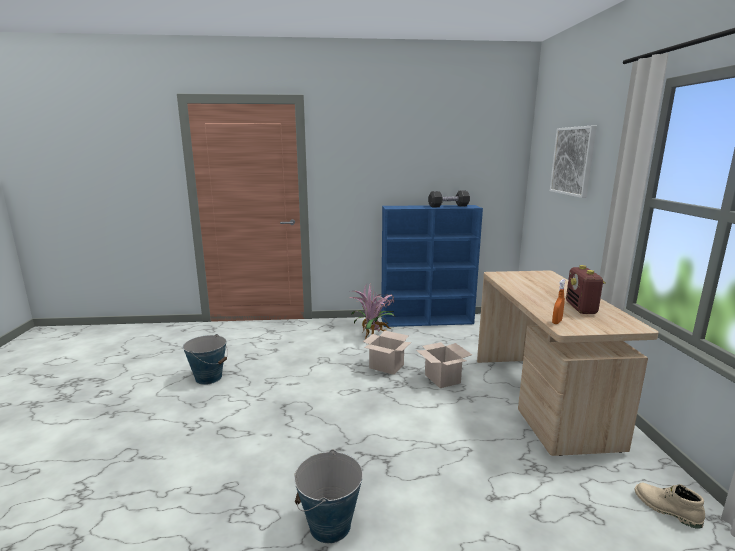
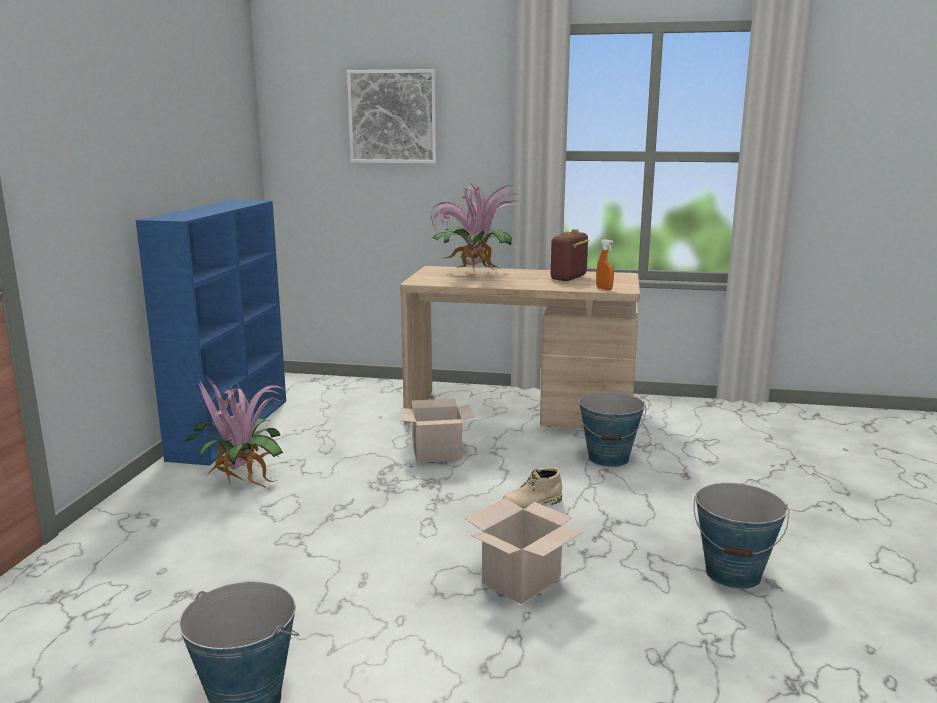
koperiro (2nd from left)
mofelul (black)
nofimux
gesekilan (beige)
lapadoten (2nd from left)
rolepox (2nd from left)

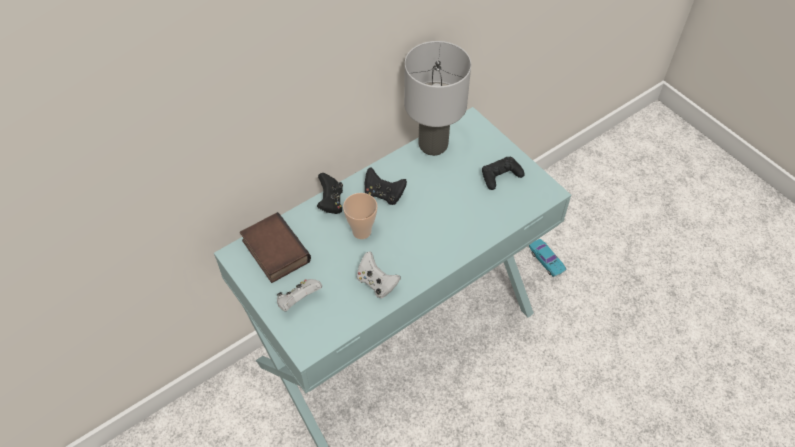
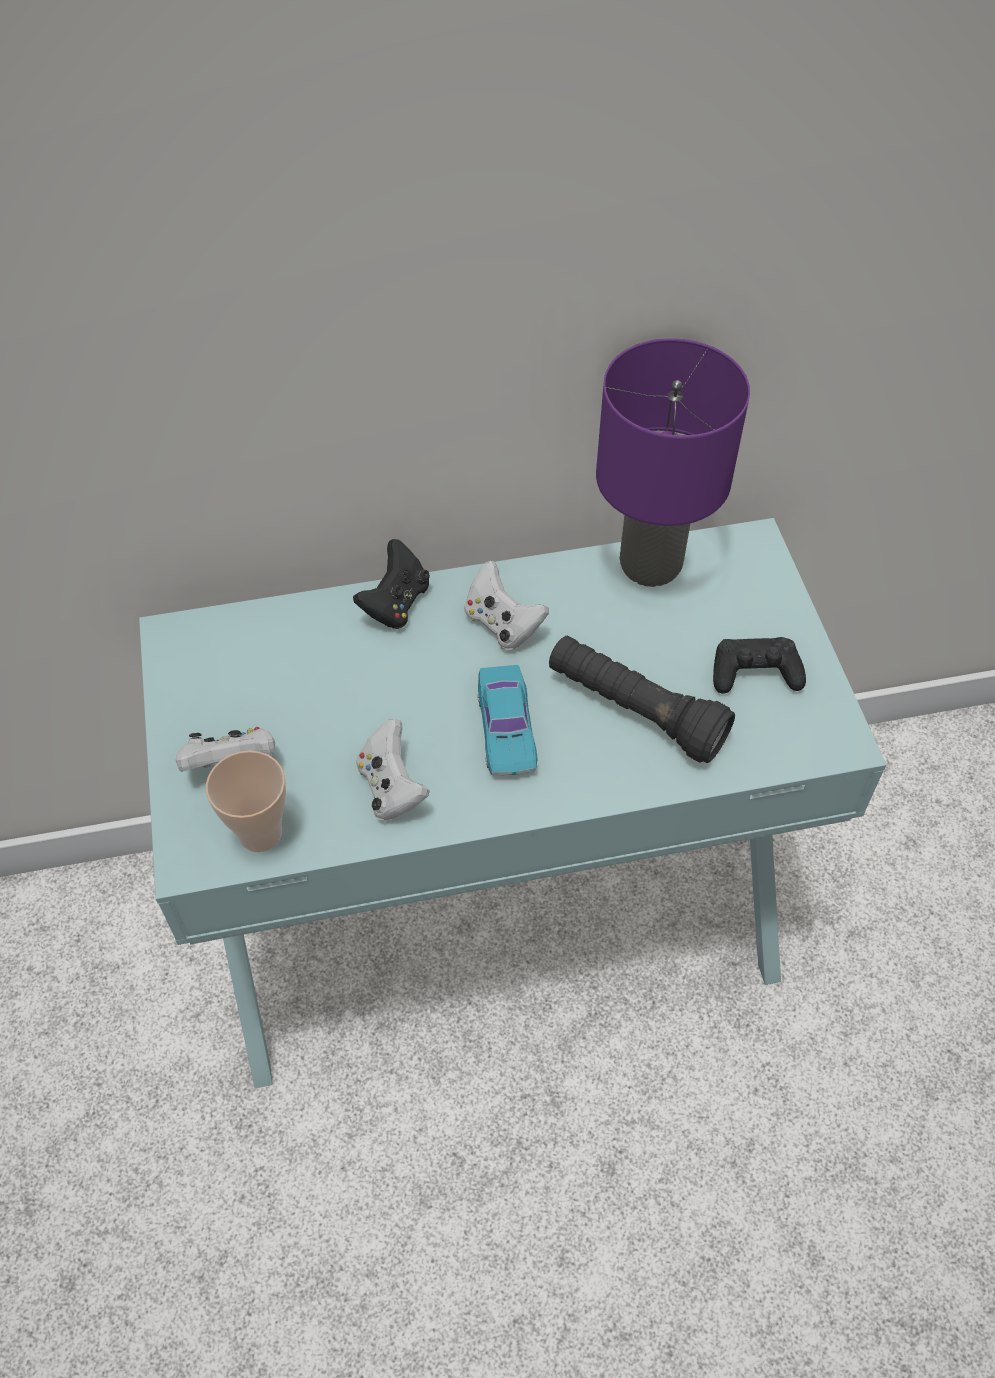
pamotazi
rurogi
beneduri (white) (3rd from left)
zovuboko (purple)
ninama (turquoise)
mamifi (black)

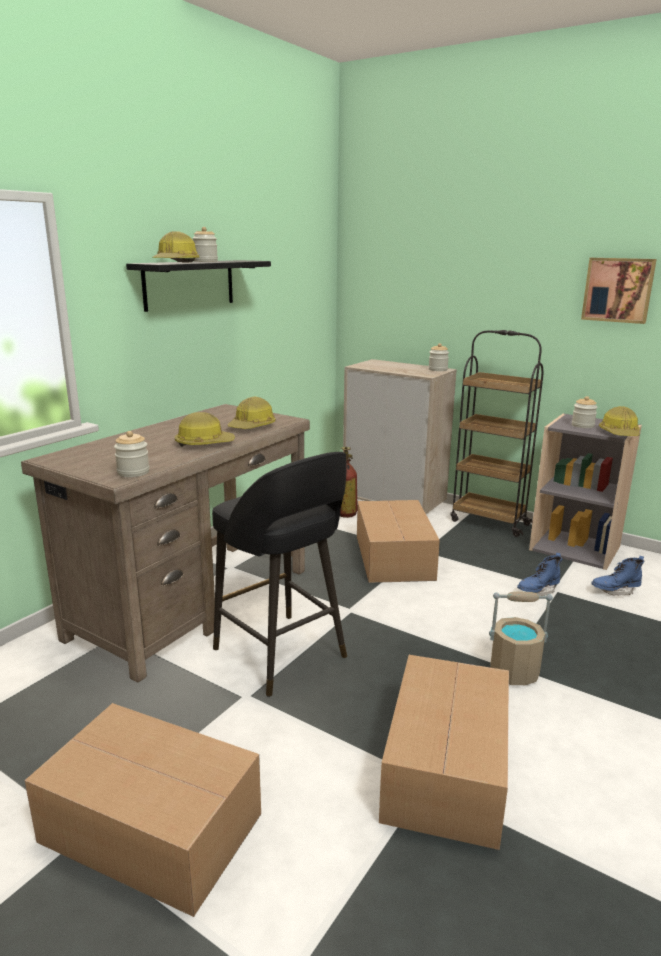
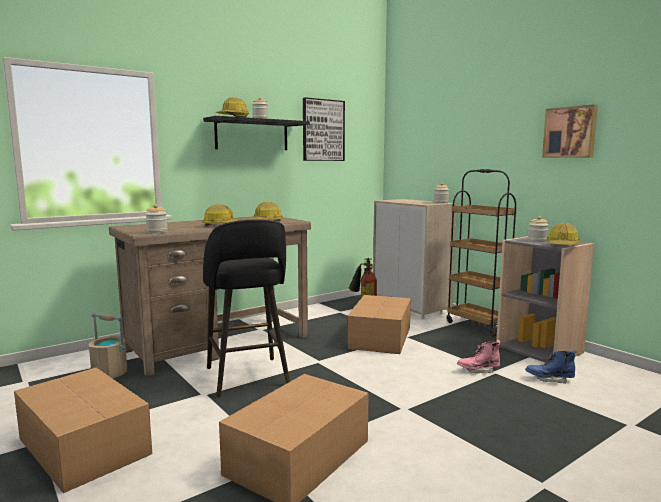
rolepox (beige)
gesekilan (pink)
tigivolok (1st from left)

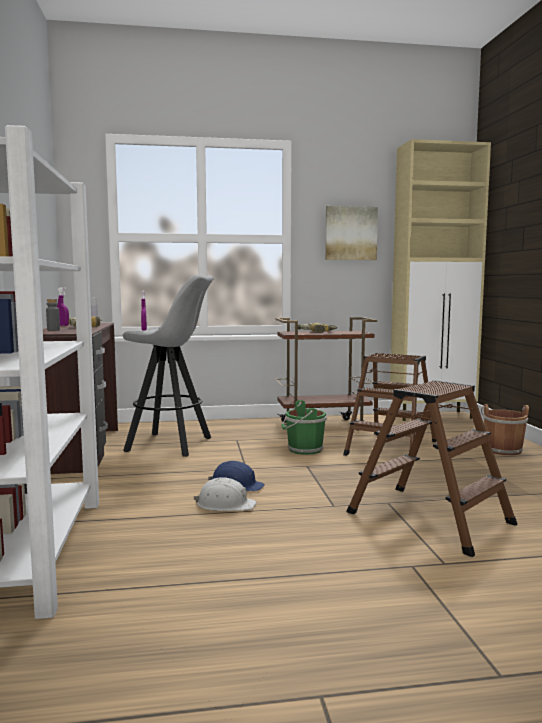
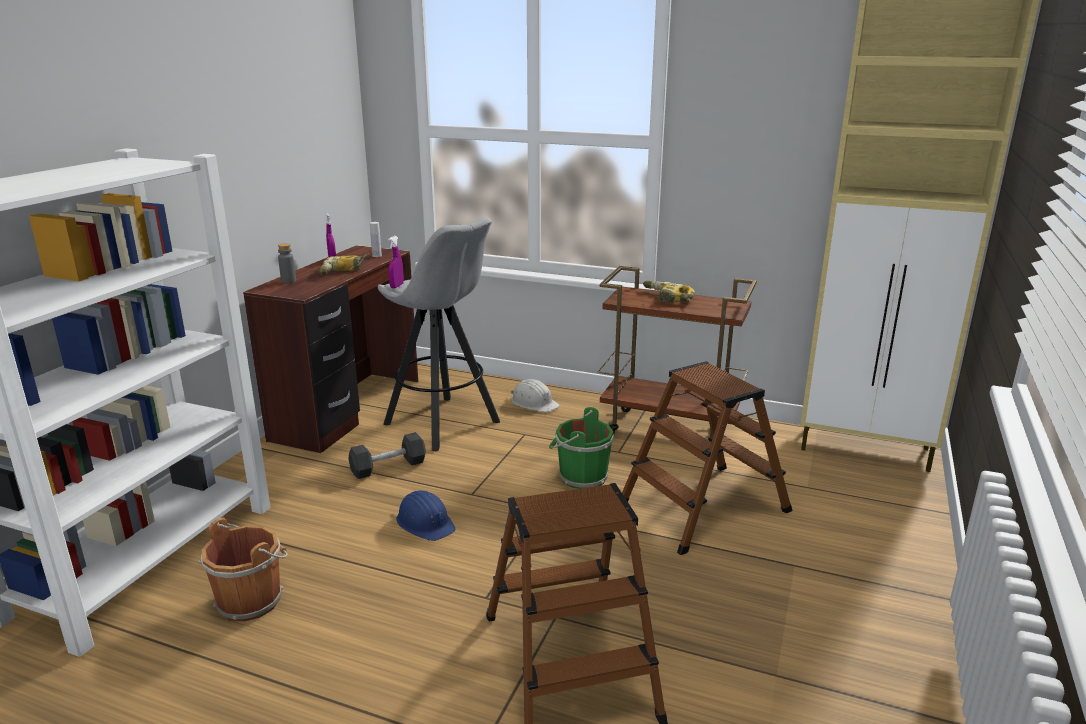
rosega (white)
tigivolok
rolepox (brown)
mofelul (black)

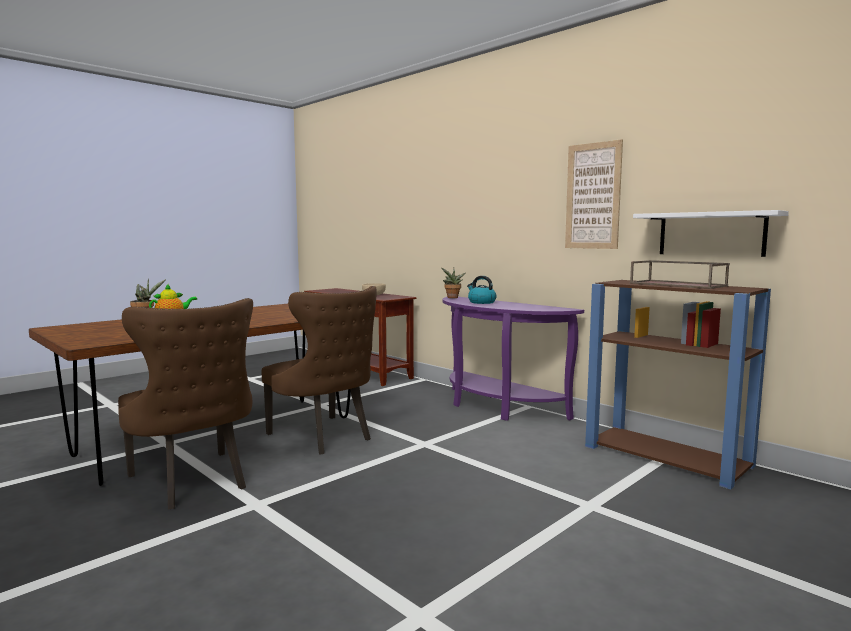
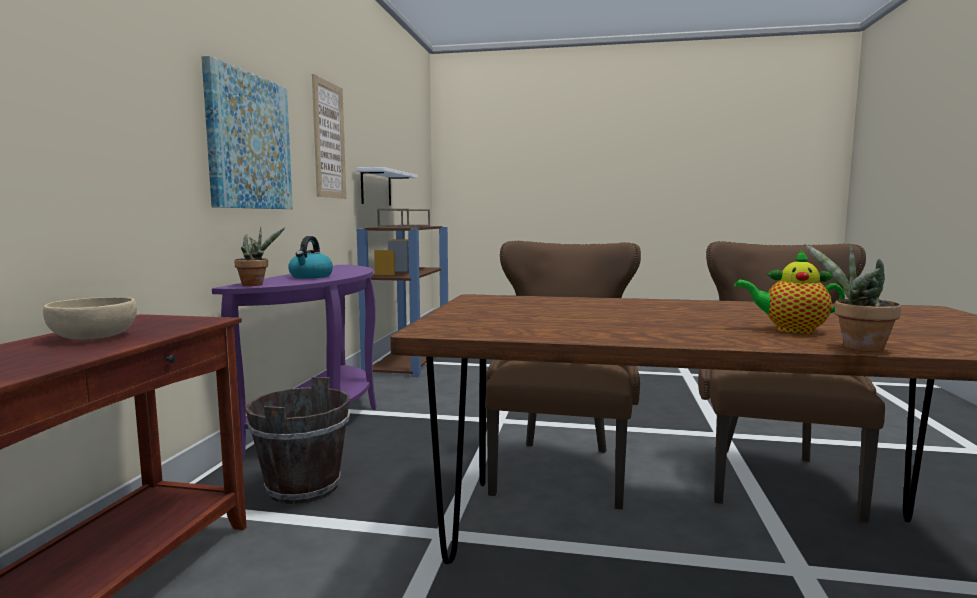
tigivolok (1st from left)
rolepox (brown)

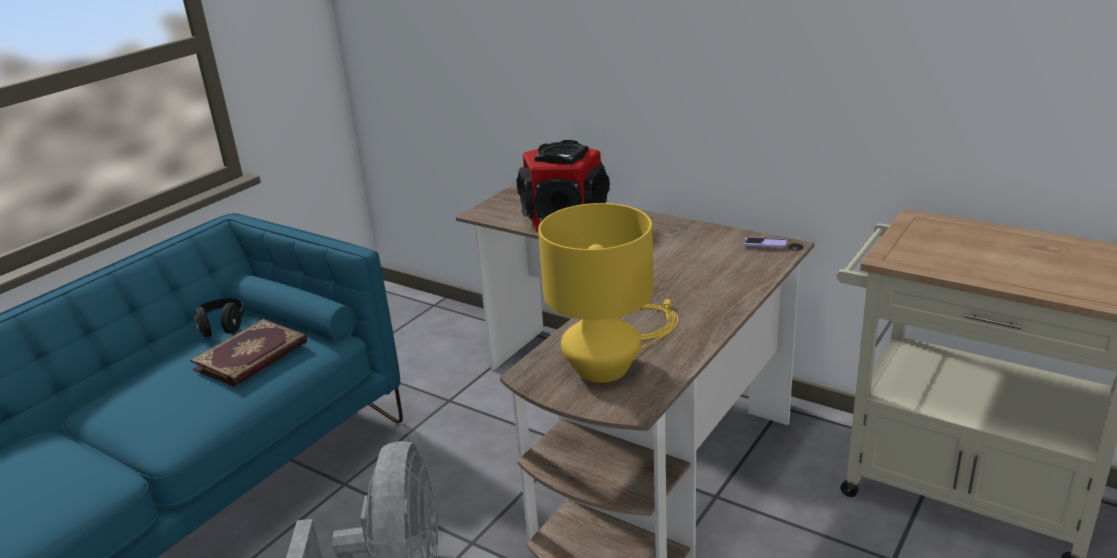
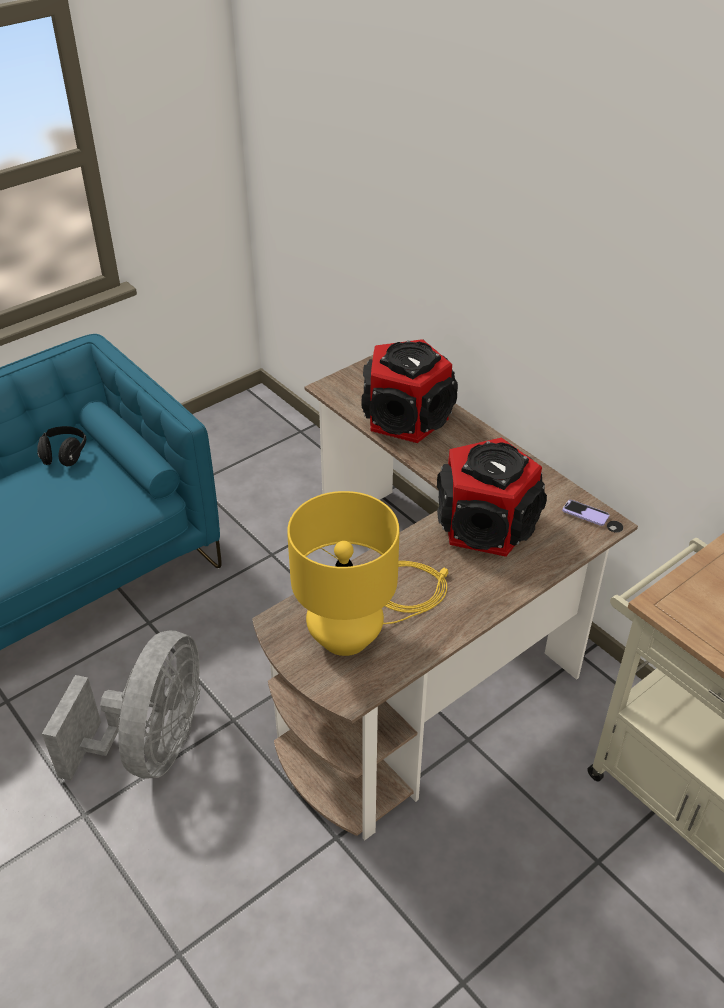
pamotazi
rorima (2nd from left)

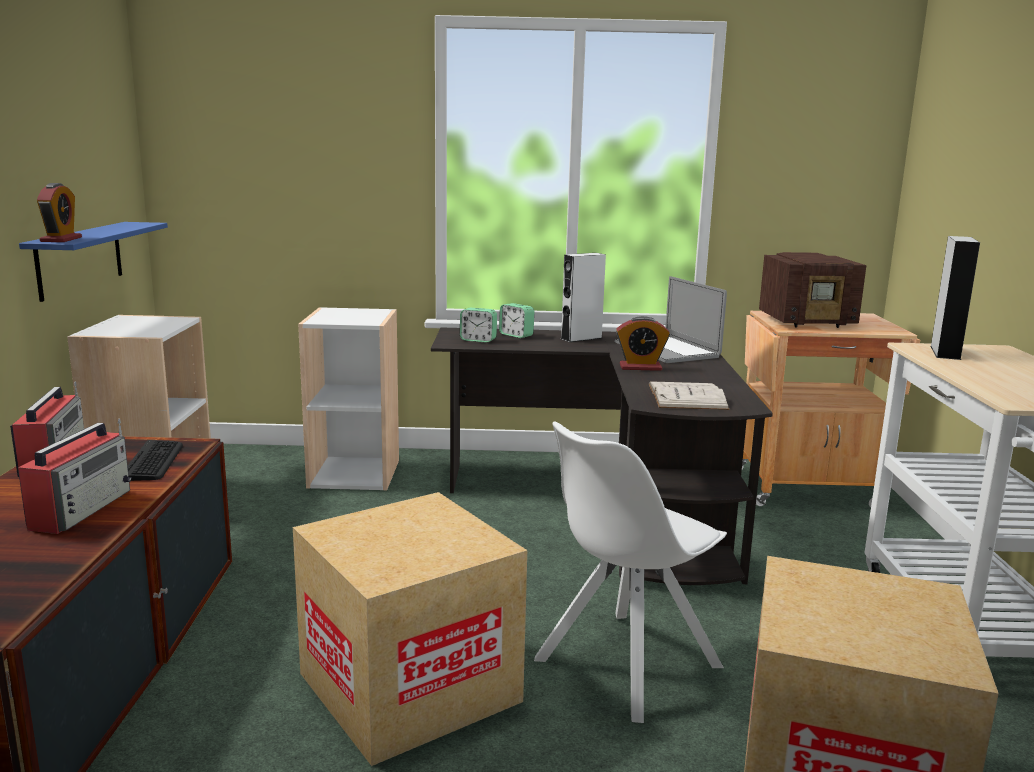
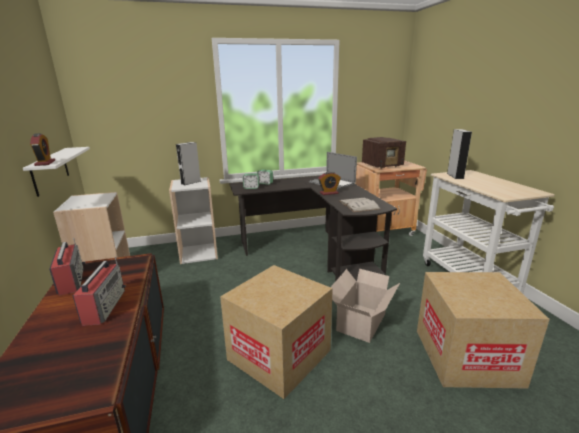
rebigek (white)
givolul
koperiro (2nd from left)
rorima (grey) (1st from left)

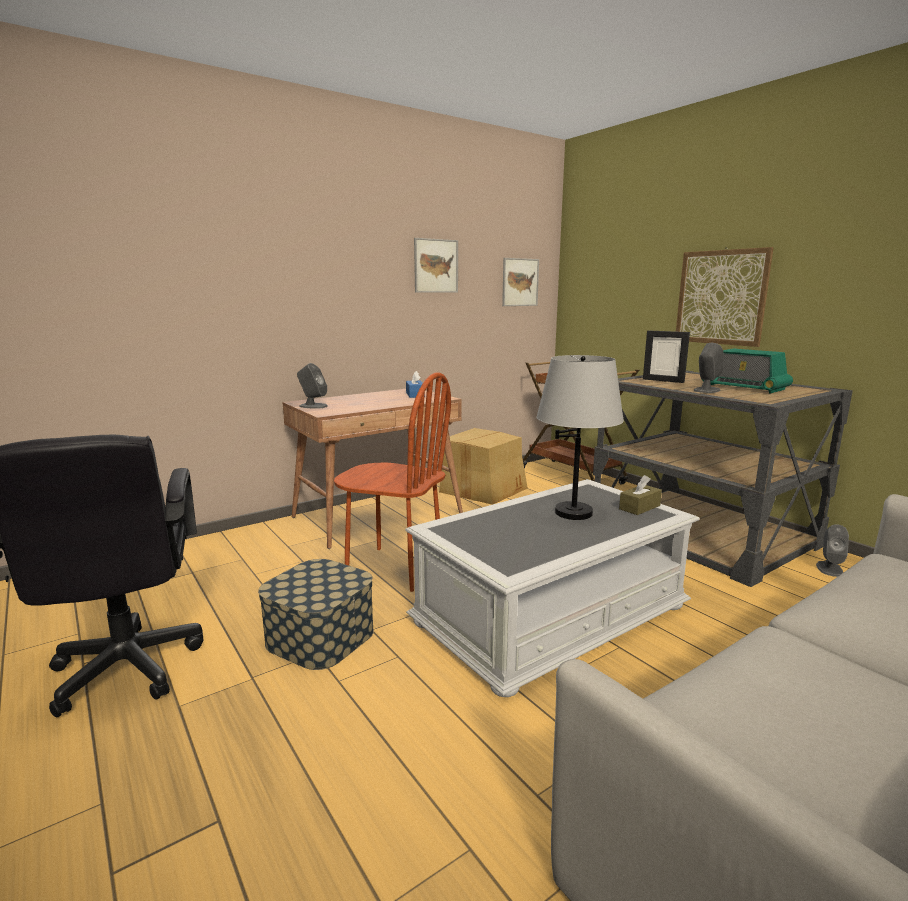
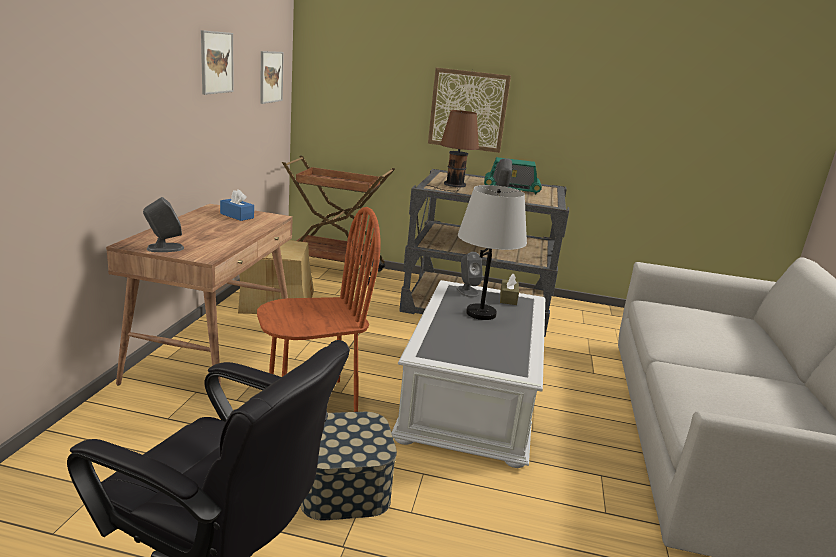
zovuboko (brown)
rorima (grey) (2nd from left)

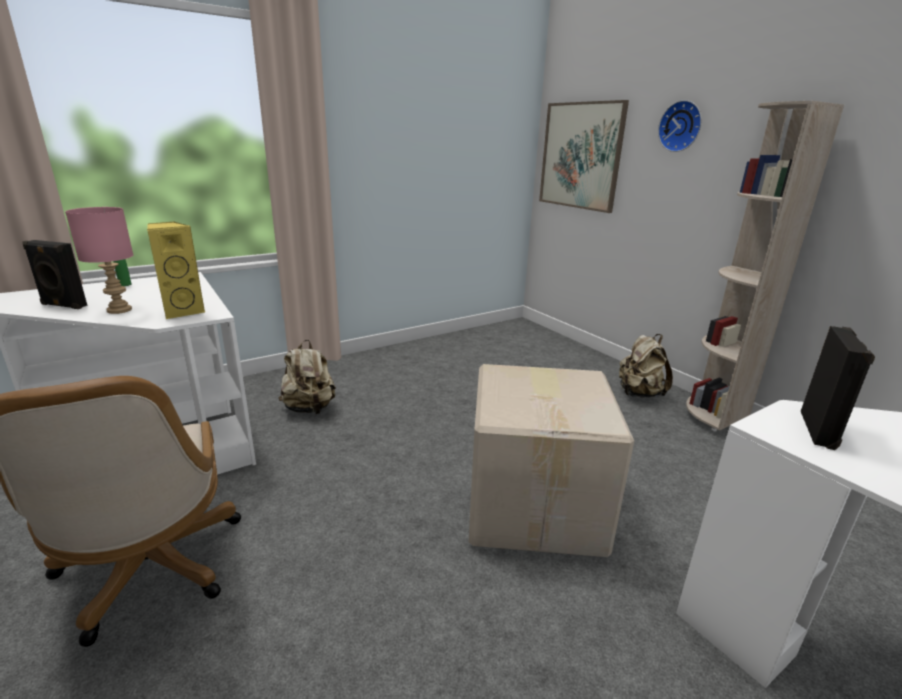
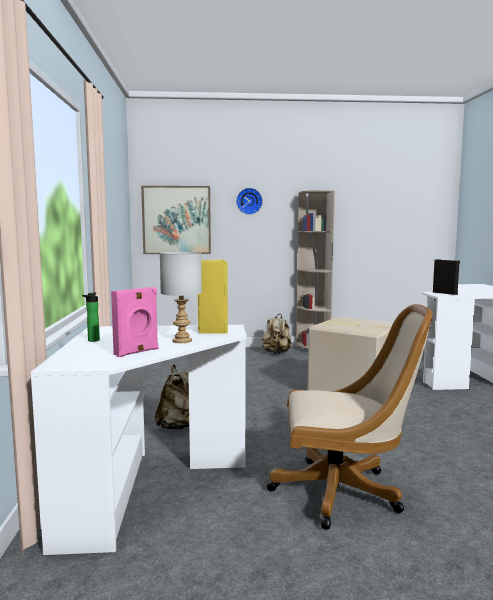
rorima (pink)
zovuboko (grey)

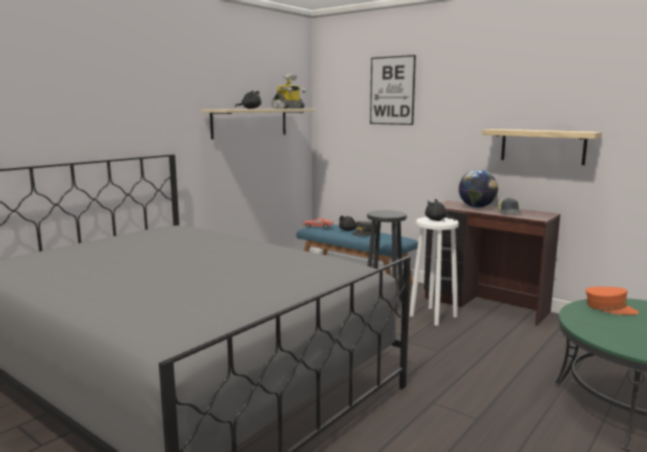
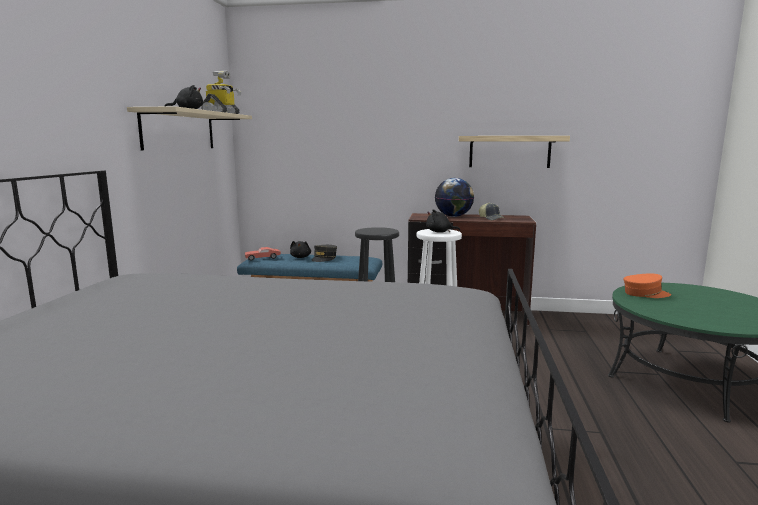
tigivolok

